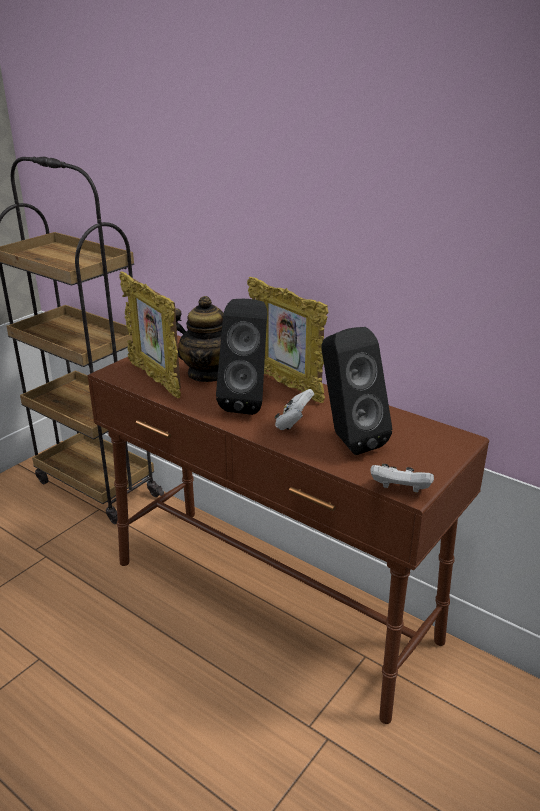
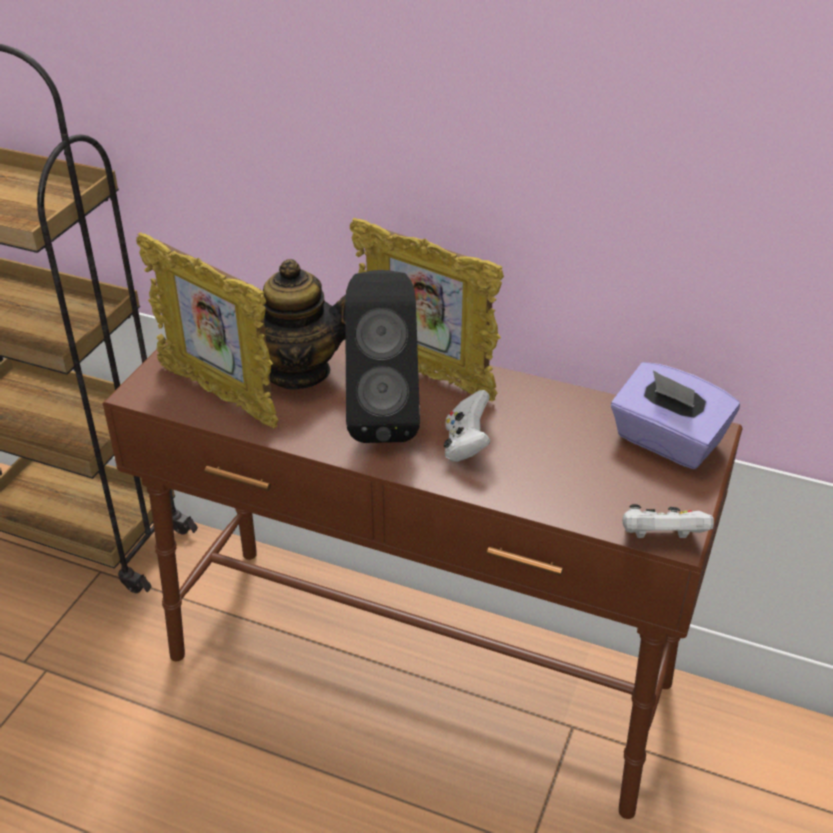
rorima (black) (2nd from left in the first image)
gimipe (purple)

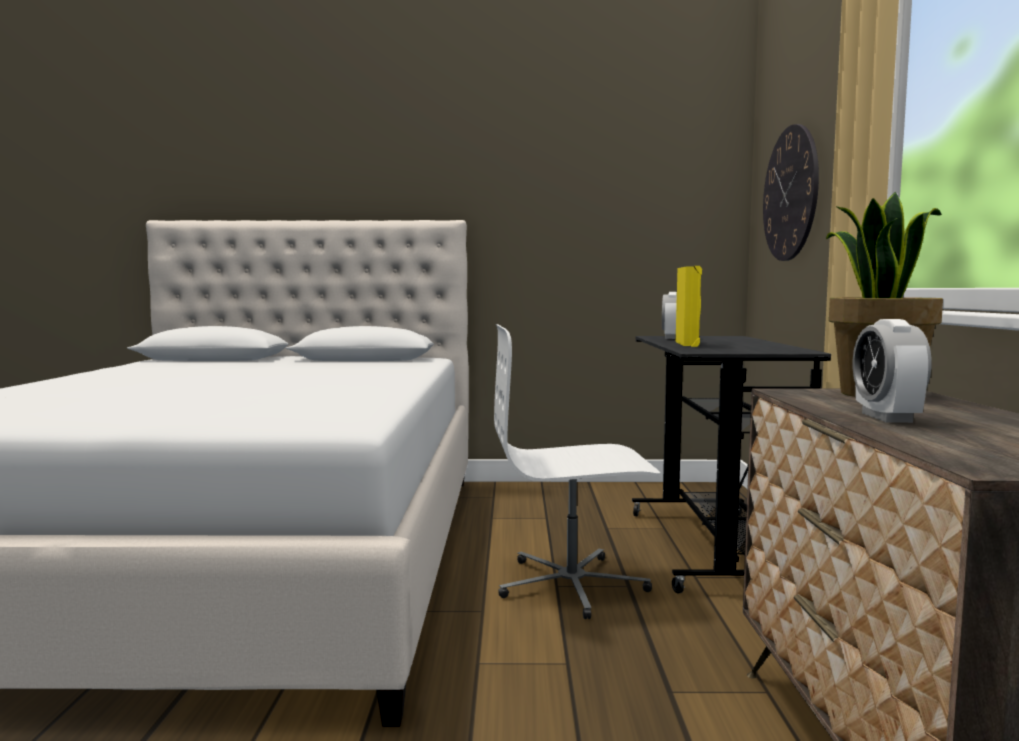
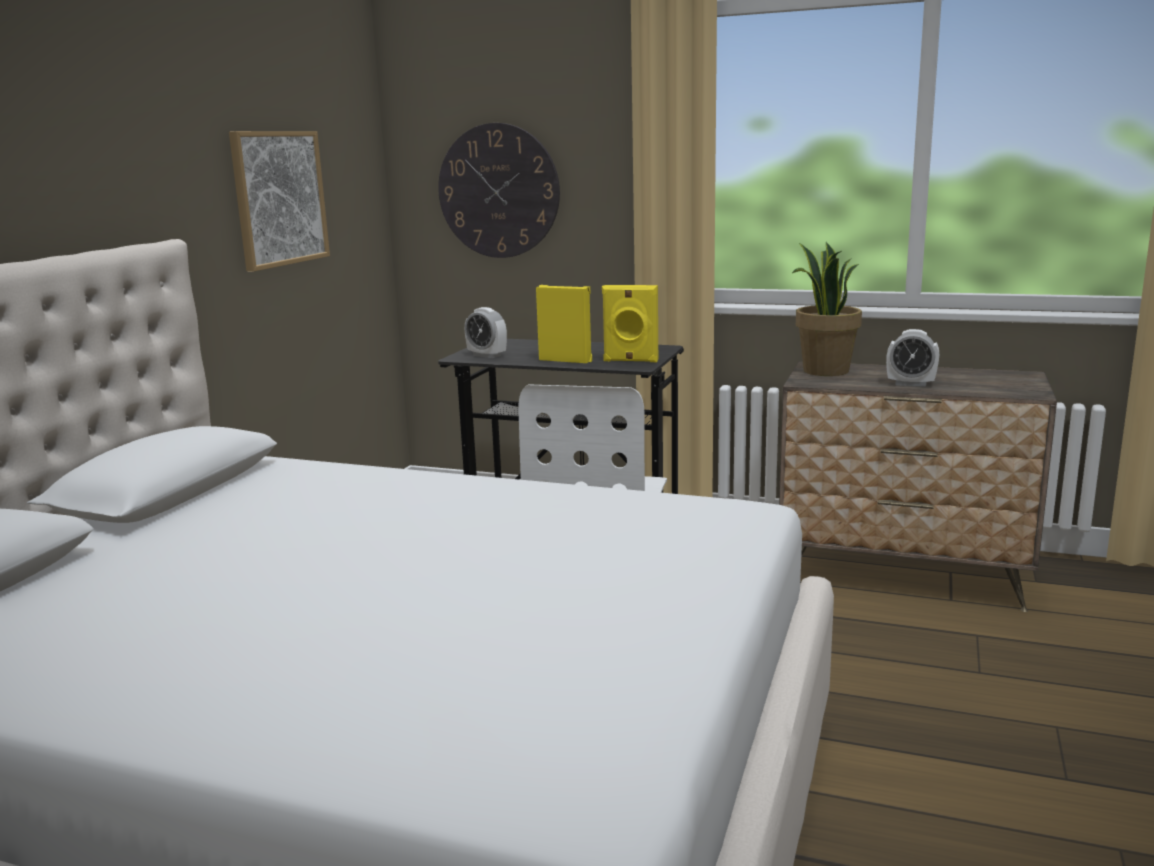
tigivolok
rorima (yellow) (2nd from left)

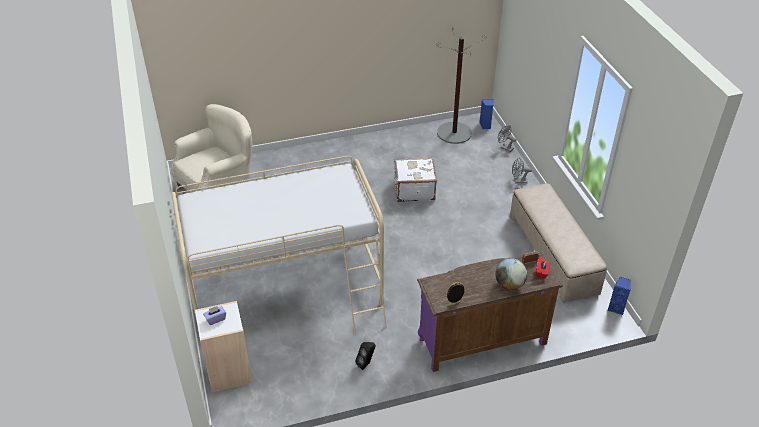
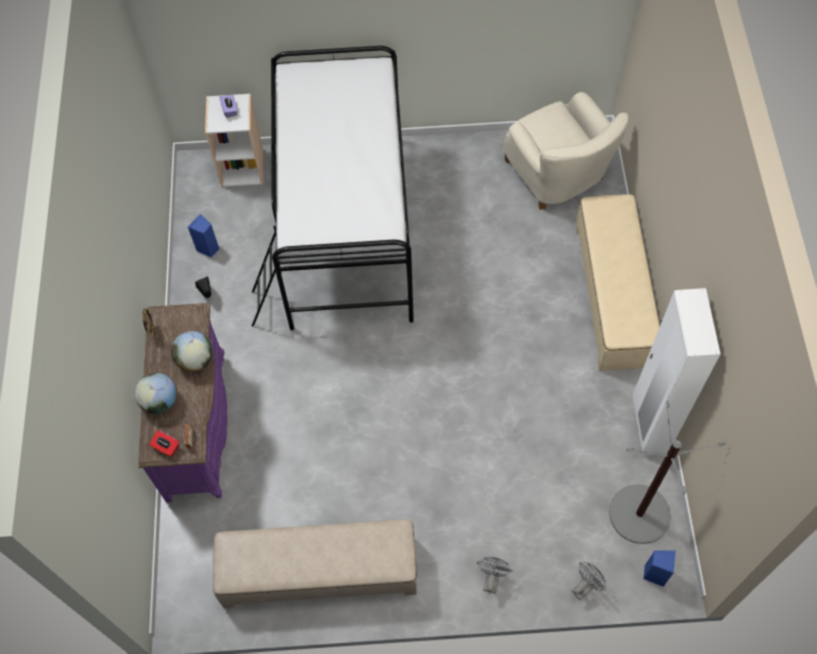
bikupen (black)
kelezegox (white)
rorima (blue) (1st from left)
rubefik (2nd from left)
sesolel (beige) (2nd from left)
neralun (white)

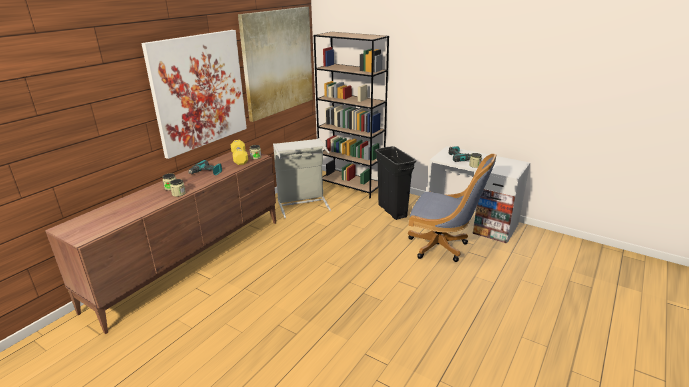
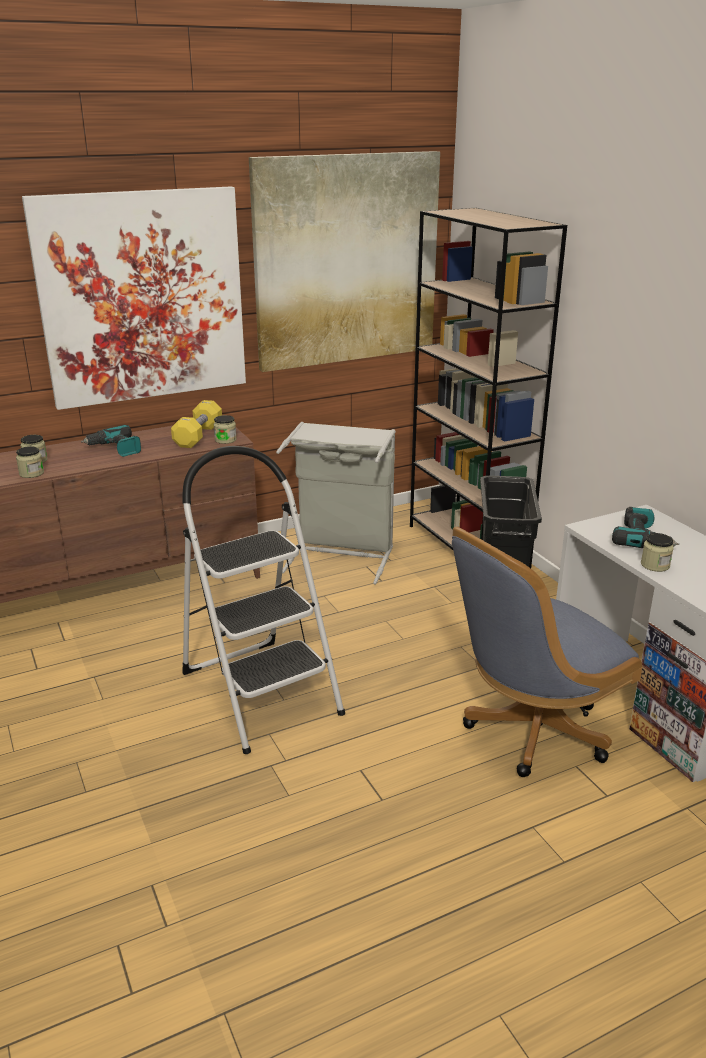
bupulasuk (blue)
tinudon

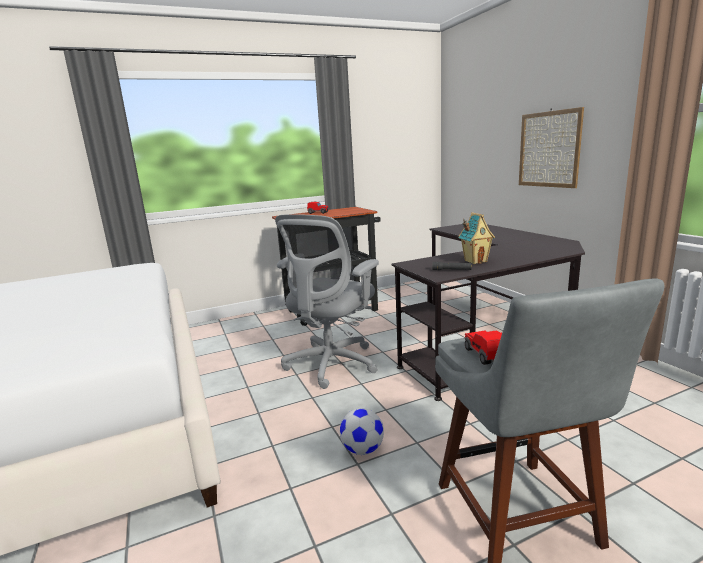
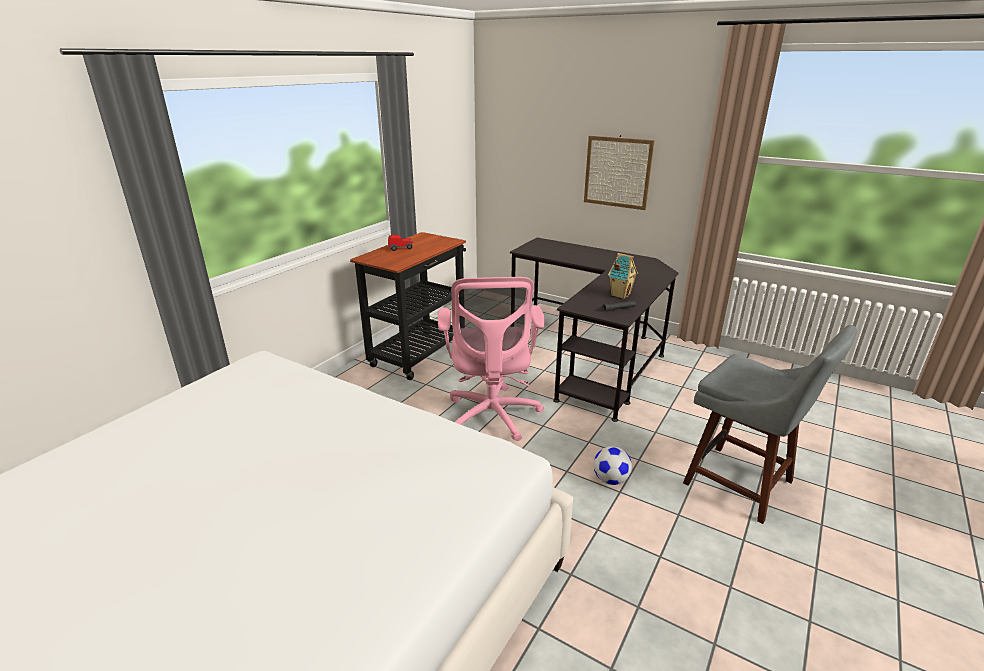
bupulasuk (pink)
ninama (2nd from left in the first image)

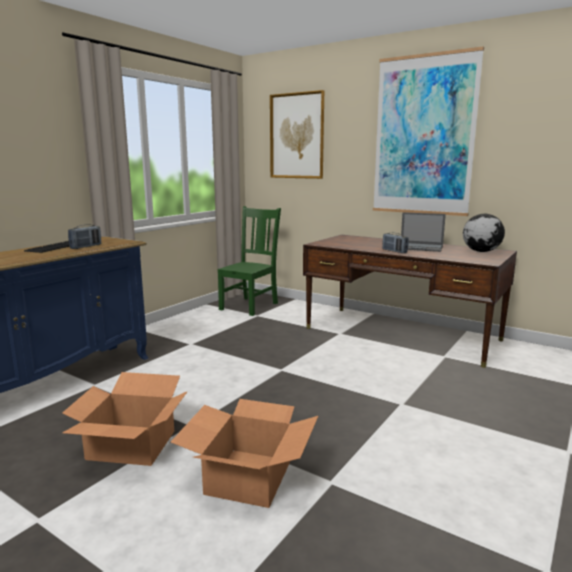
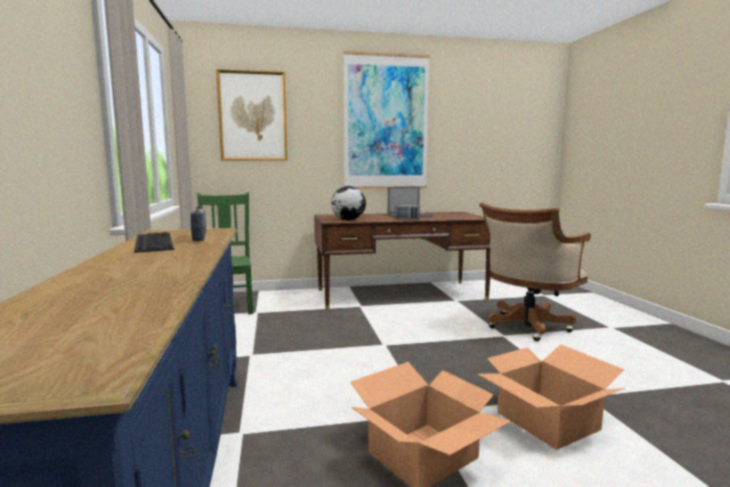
rubefik
bupulasuk

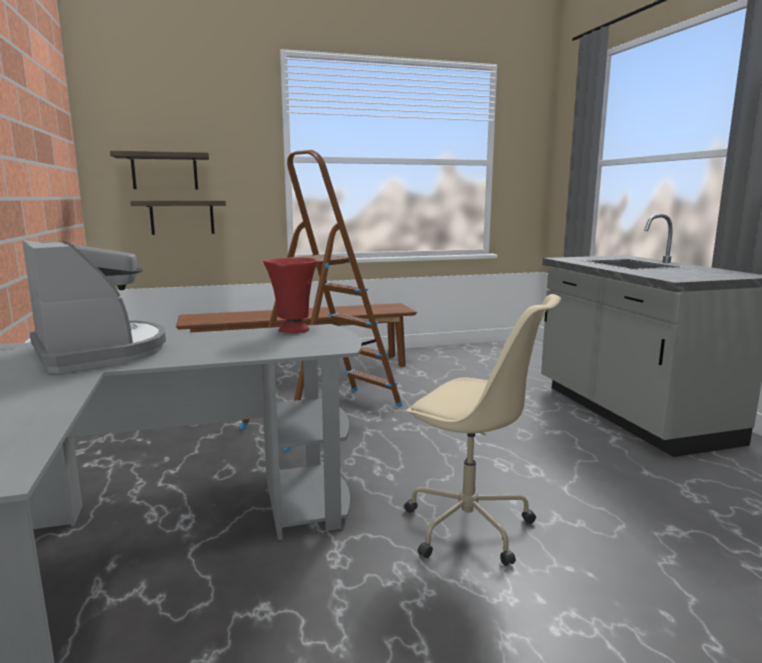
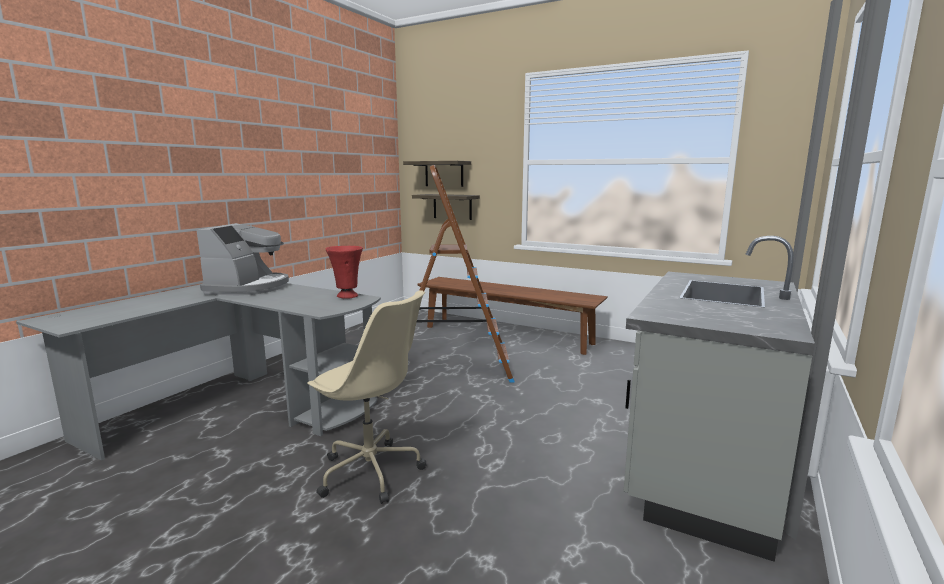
bupulasuk (beige)

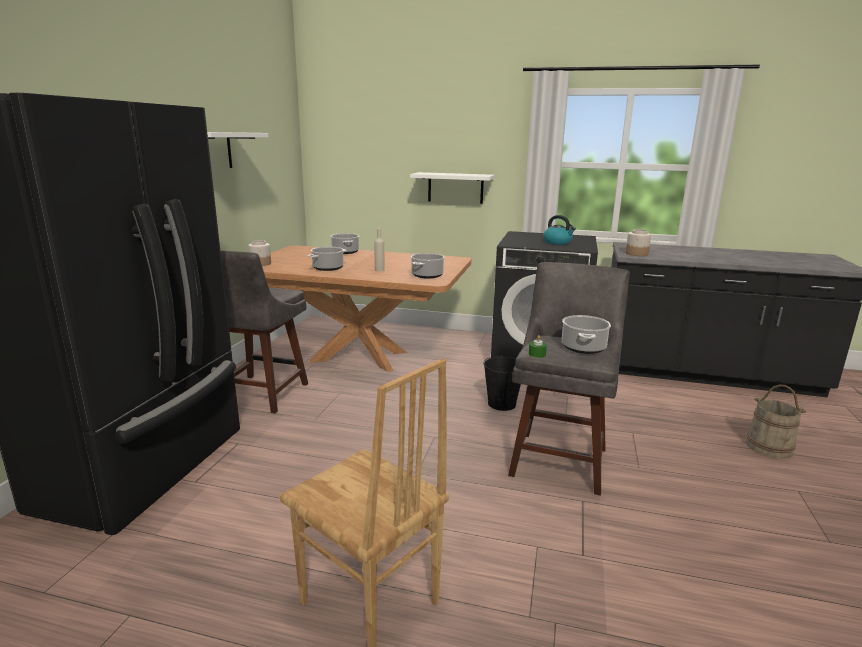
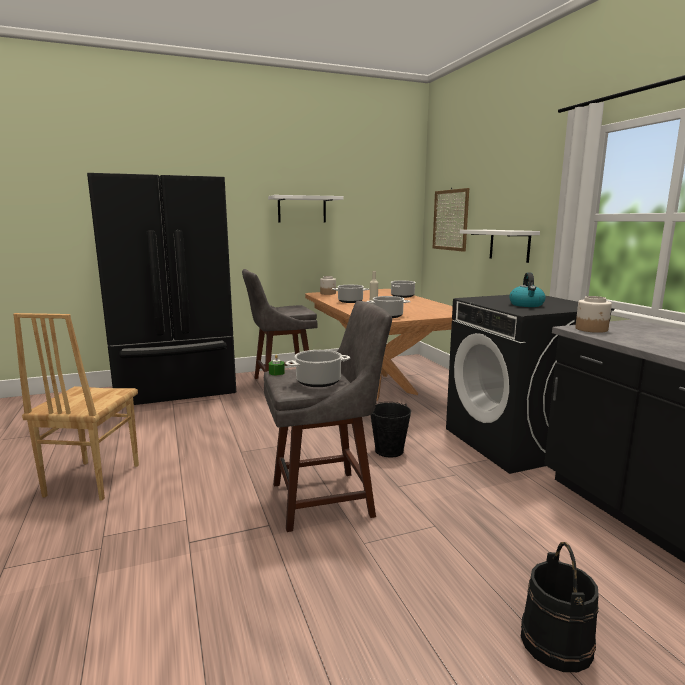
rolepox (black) (2nd from left)
tigivolok

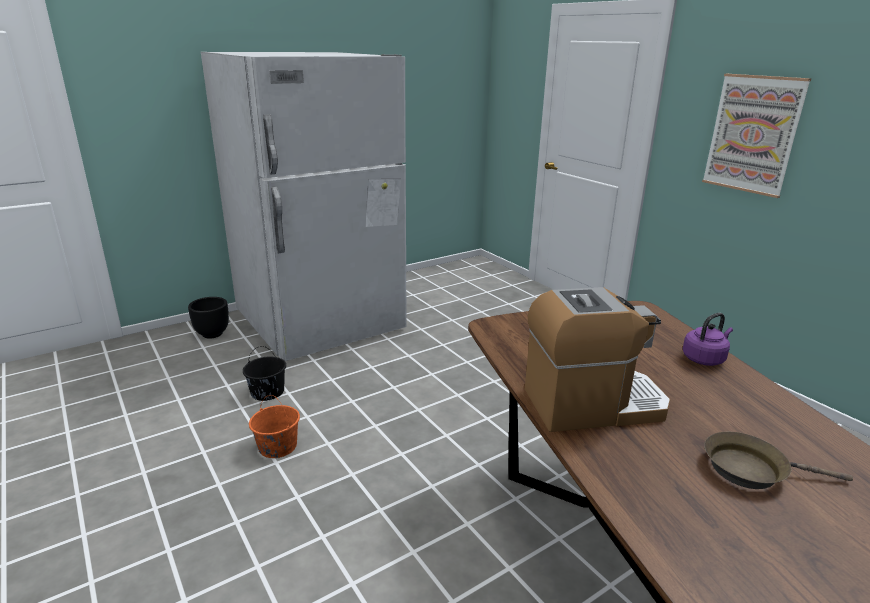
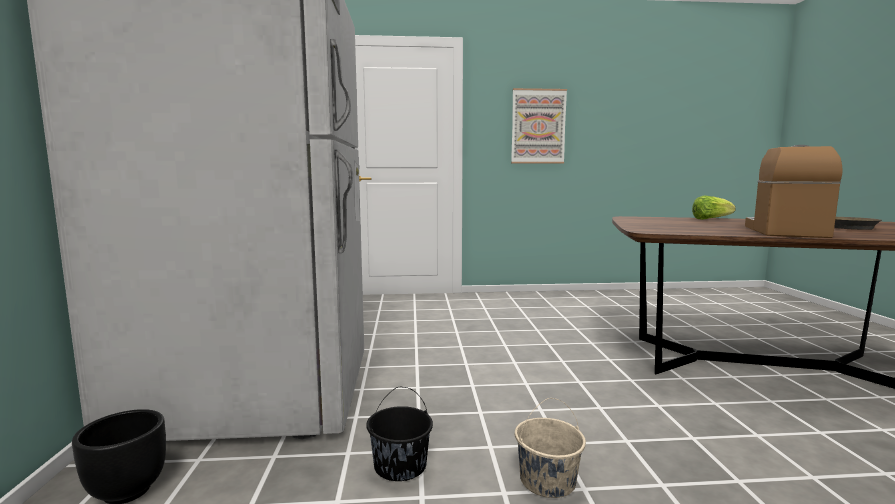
rolepox (beige)
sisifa

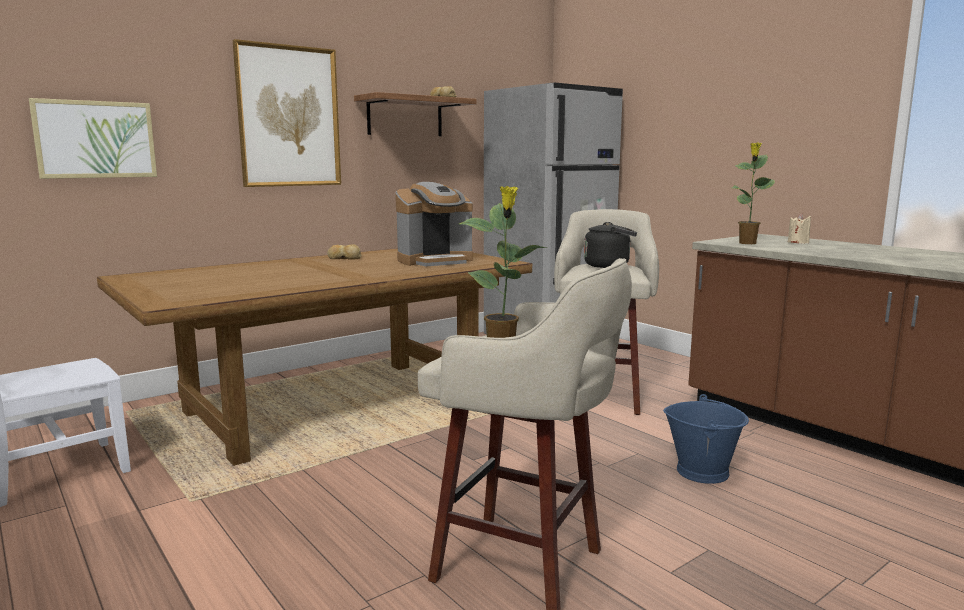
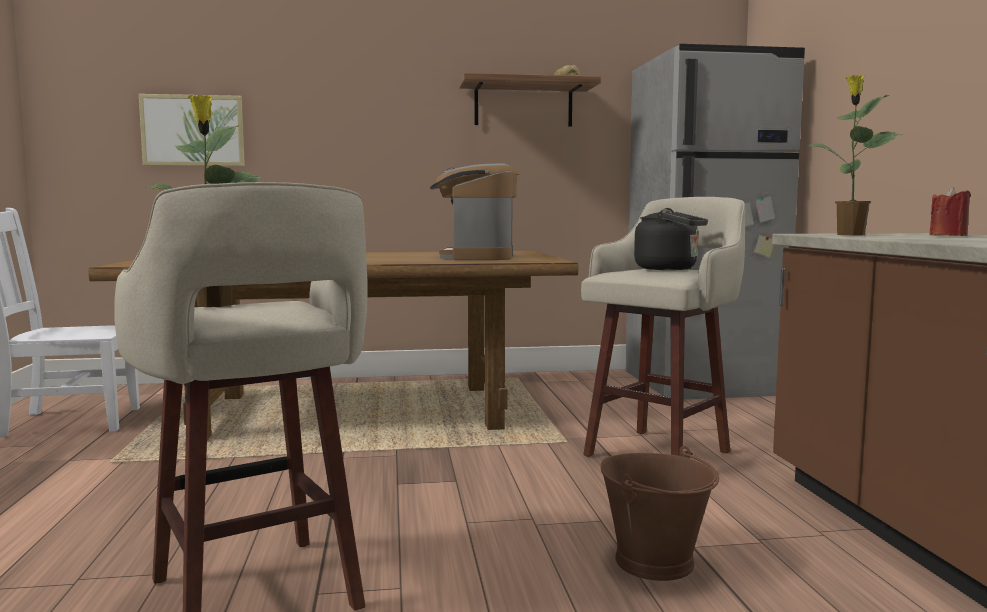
tigivolok (2nd from left in the first image)
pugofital (1st from left in the first image)
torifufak
rolepox (brown)
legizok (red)

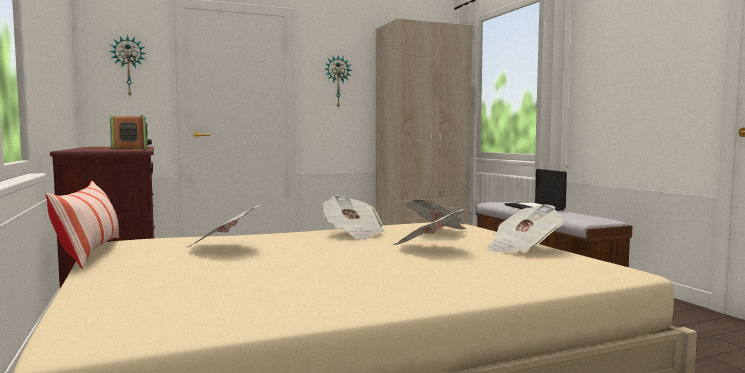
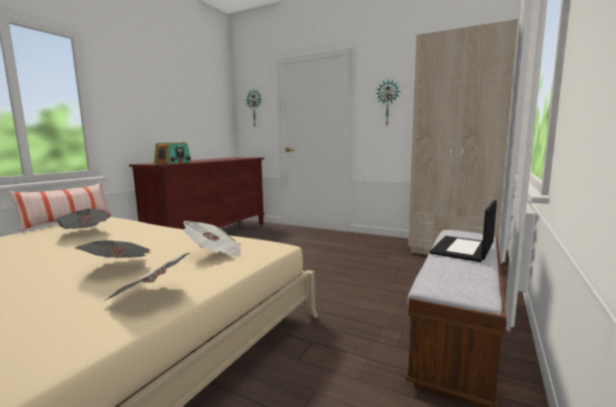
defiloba (2nd from left in the first image)

